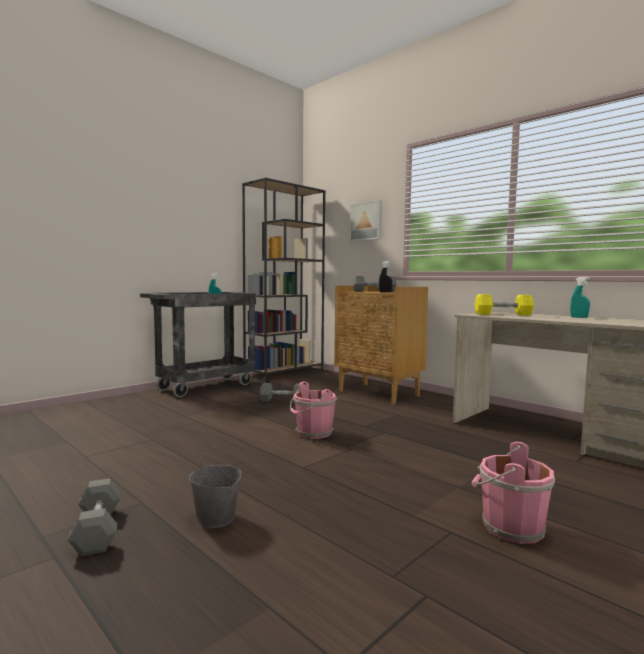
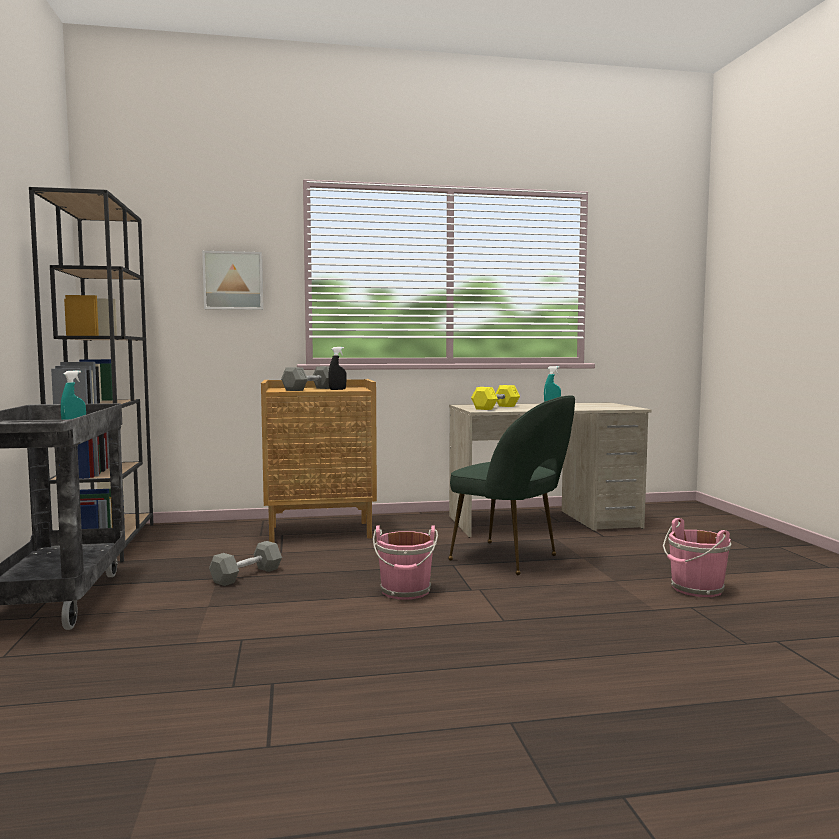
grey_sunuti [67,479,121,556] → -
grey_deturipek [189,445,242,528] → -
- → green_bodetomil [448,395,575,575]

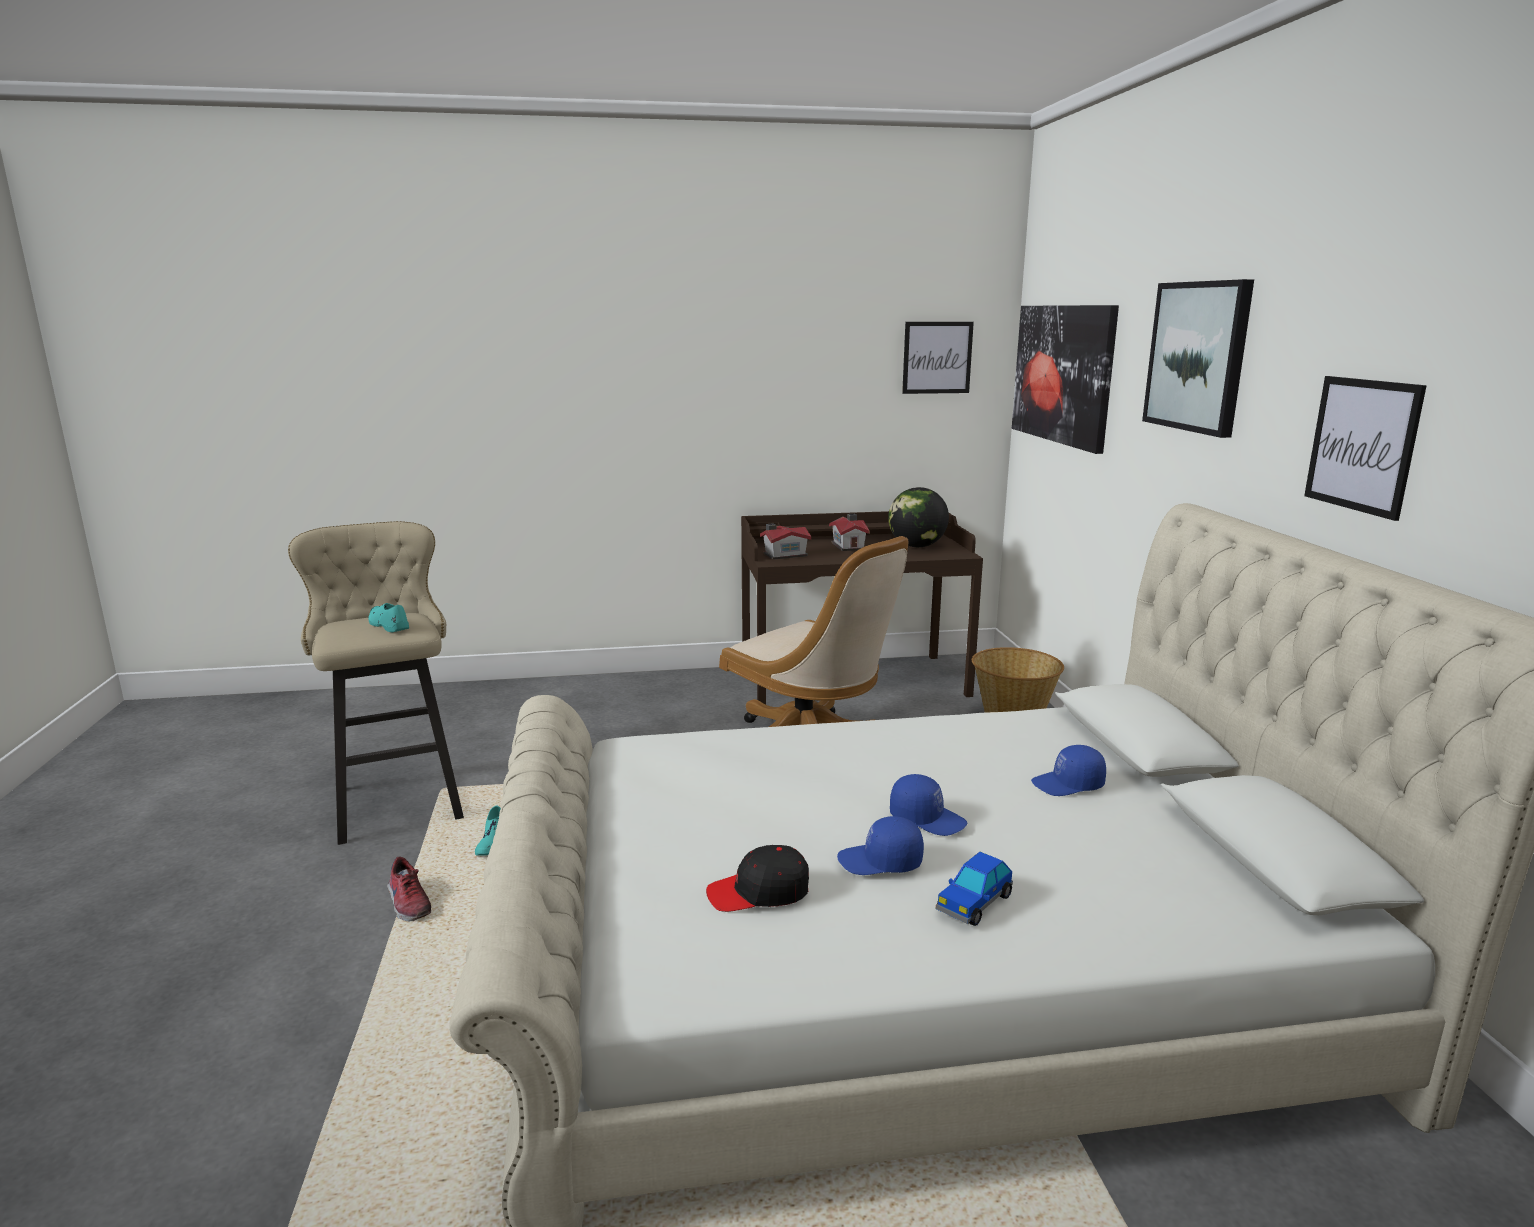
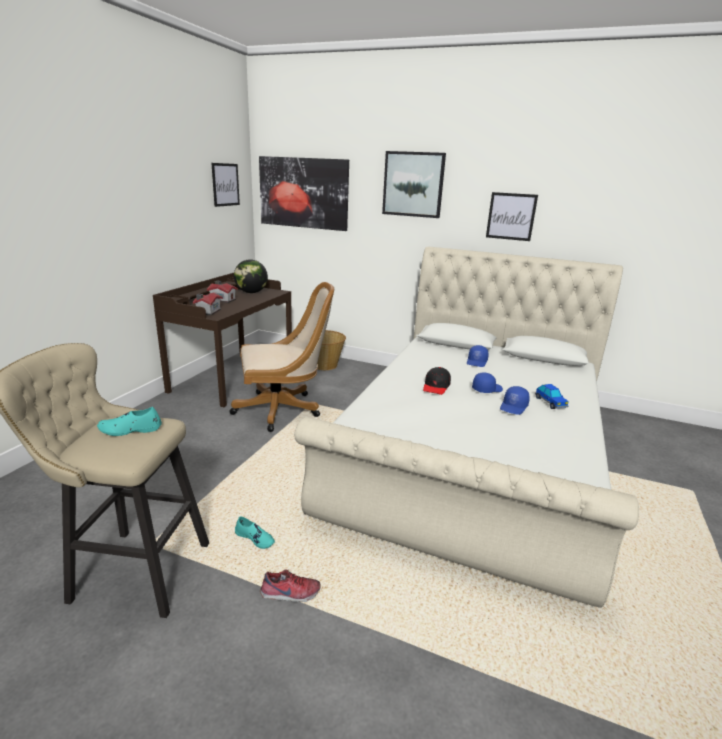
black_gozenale [706,845,809,912] → black_gozenale [423,367,451,395], shifted

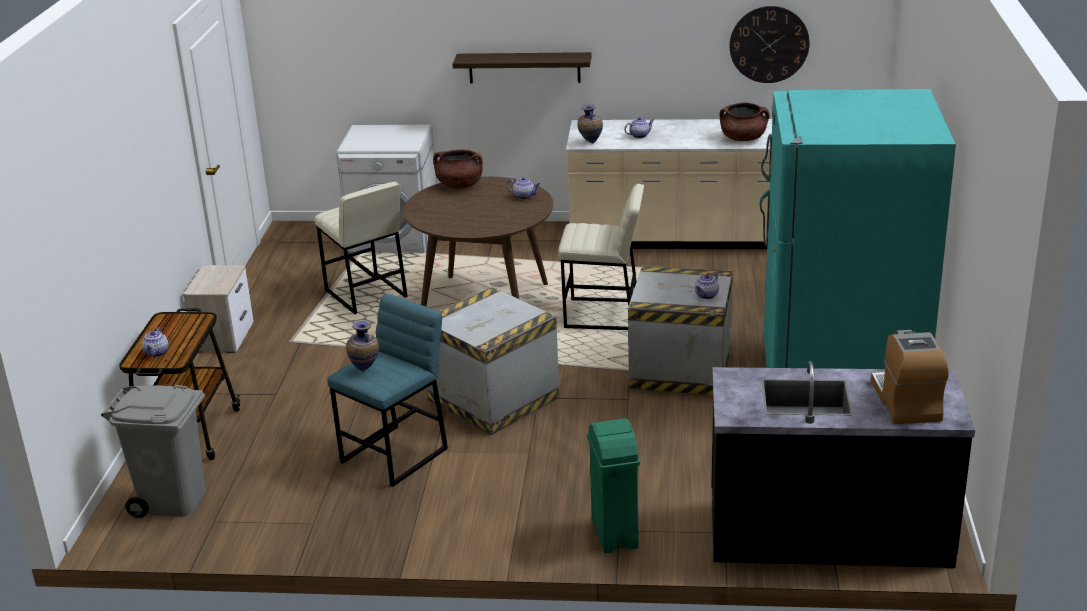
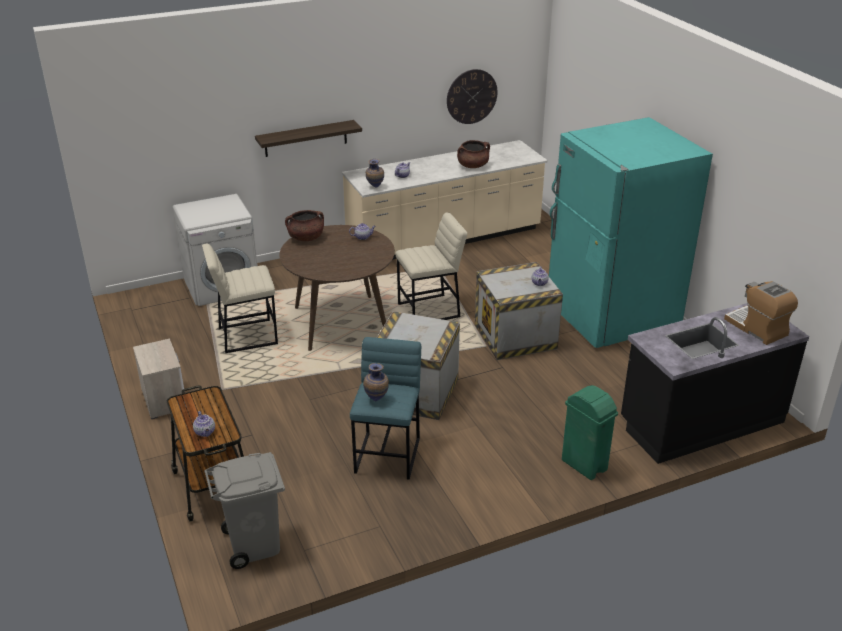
beige_bodetomil [314,182,408,314] → beige_bodetomil [202,243,278,353], 135 degrees clockwise

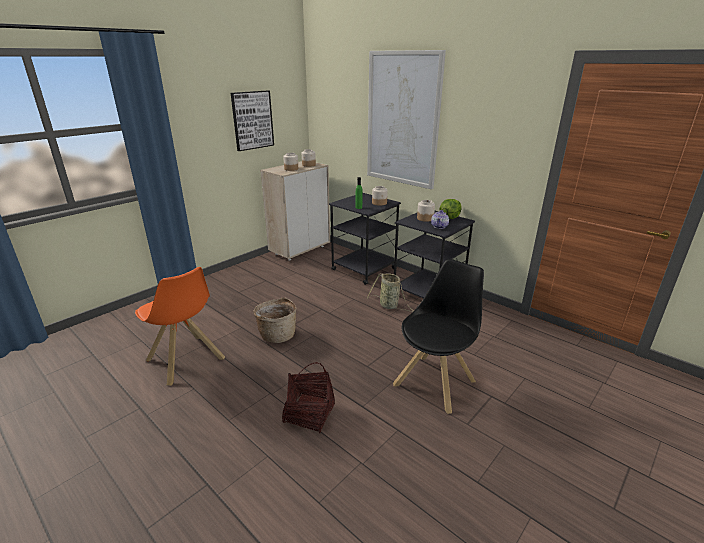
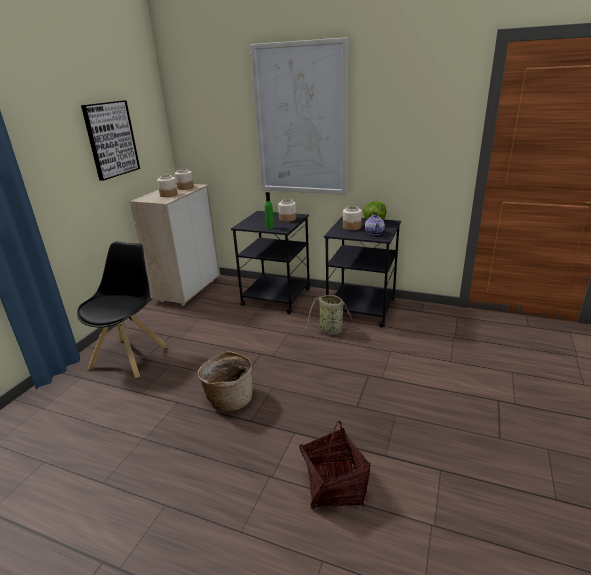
orange_bodetomil [135,267,225,386] → -
black_bodetomil [393,259,484,414] → black_bodetomil [77,242,168,378], shifted

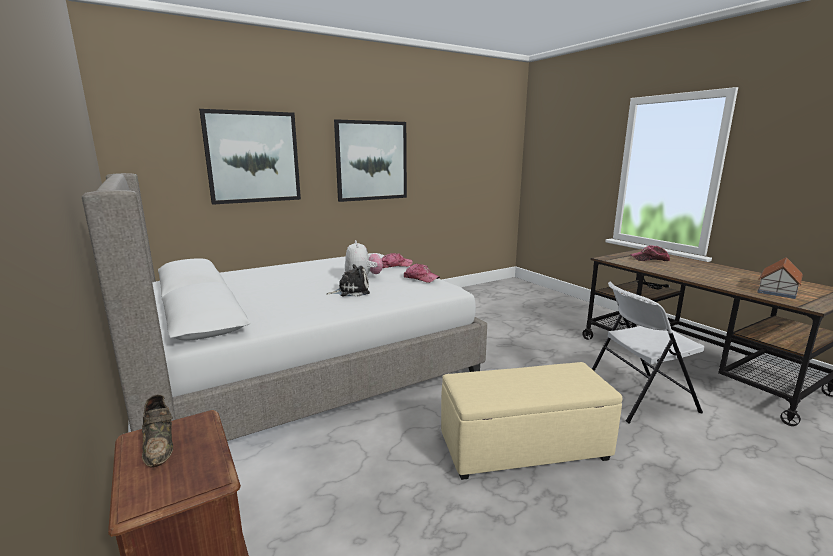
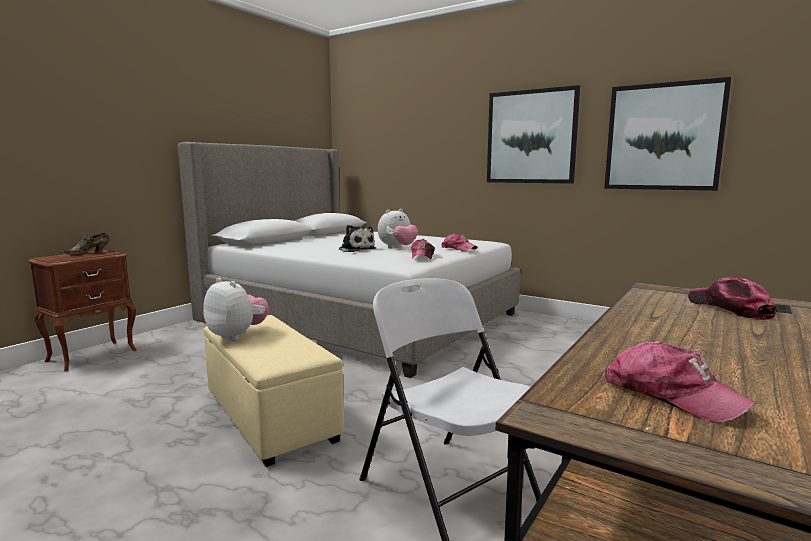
- → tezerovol [203,278,269,341]
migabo [199,109,301,205] → migabo [604,77,731,191], shifted
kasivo [757,257,803,299] → gozenale [605,341,756,423]

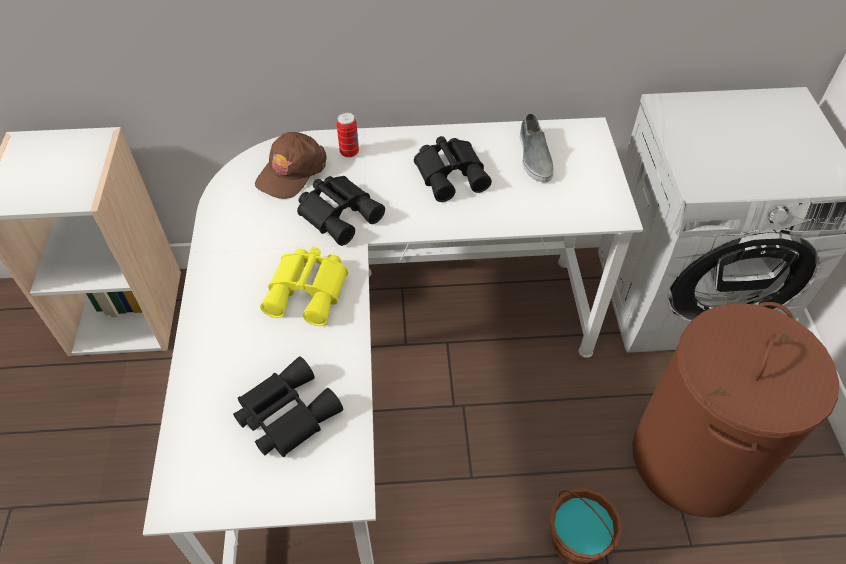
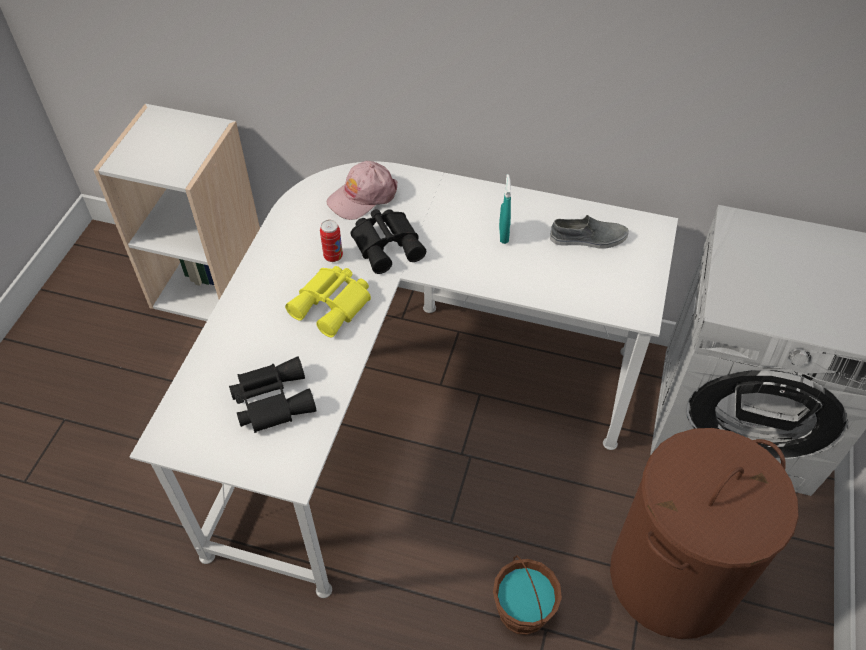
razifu [336,112,359,158] → razifu [320,220,343,262], shifted
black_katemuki [414,136,492,202] → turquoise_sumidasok [499,174,511,244]
brown_gozenale [255,132,327,199] → pink_gozenale [326,161,397,220]
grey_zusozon [520,113,554,182] → grey_zusozon [550,215,629,249], 105 degrees counterclockwise

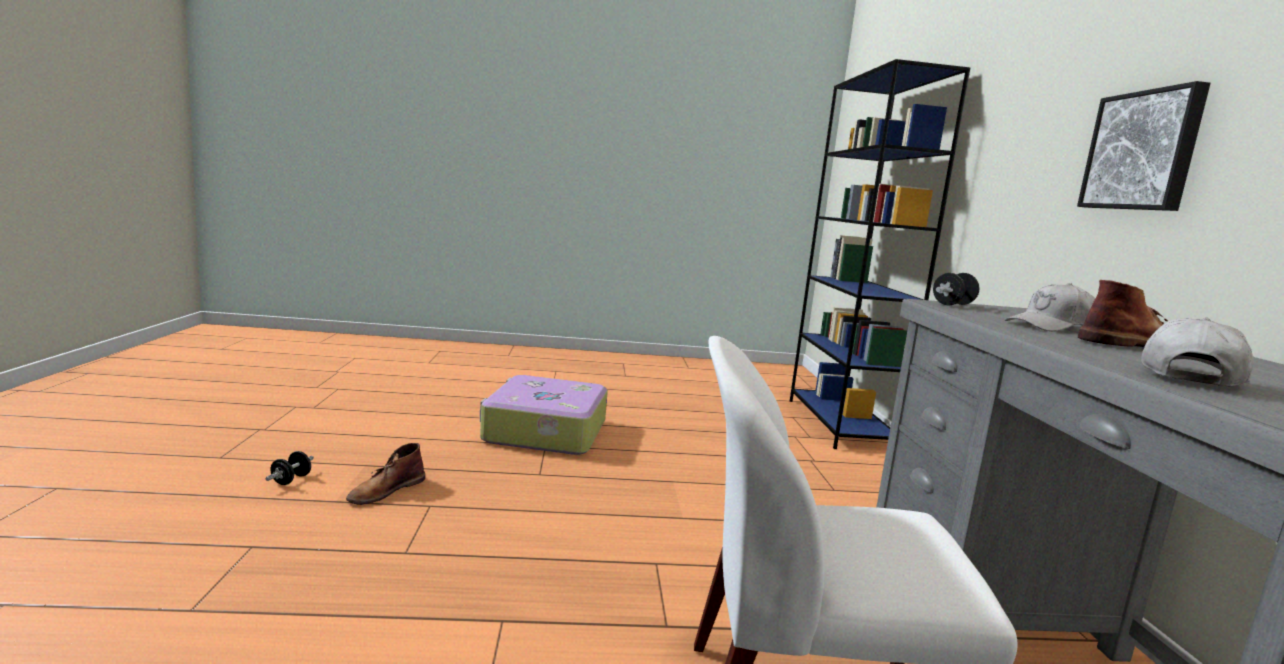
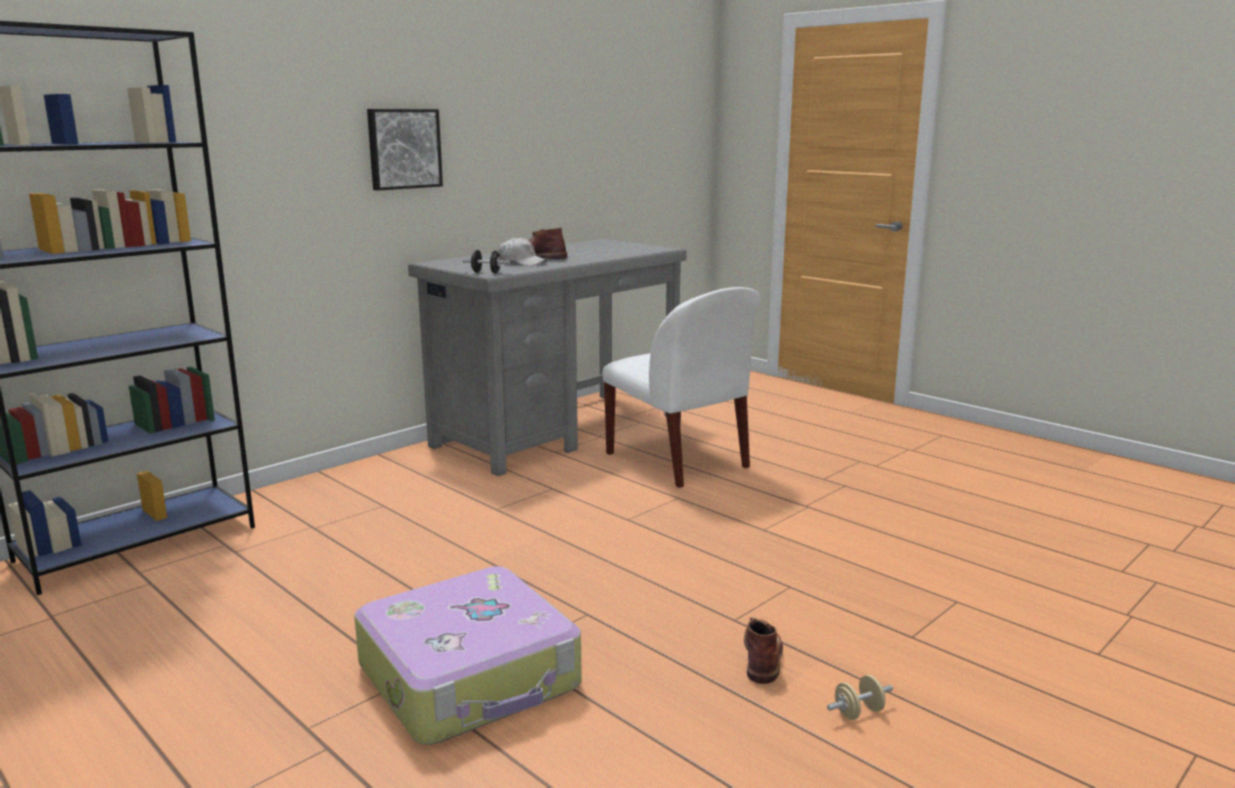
white_gozenale [1141,318,1254,386] → -
black_sunuti [266,451,314,485] → beige_sunuti [827,675,893,720]
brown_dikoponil [346,443,425,505] → brown_dikoponil [744,617,783,684], 75 degrees counterclockwise

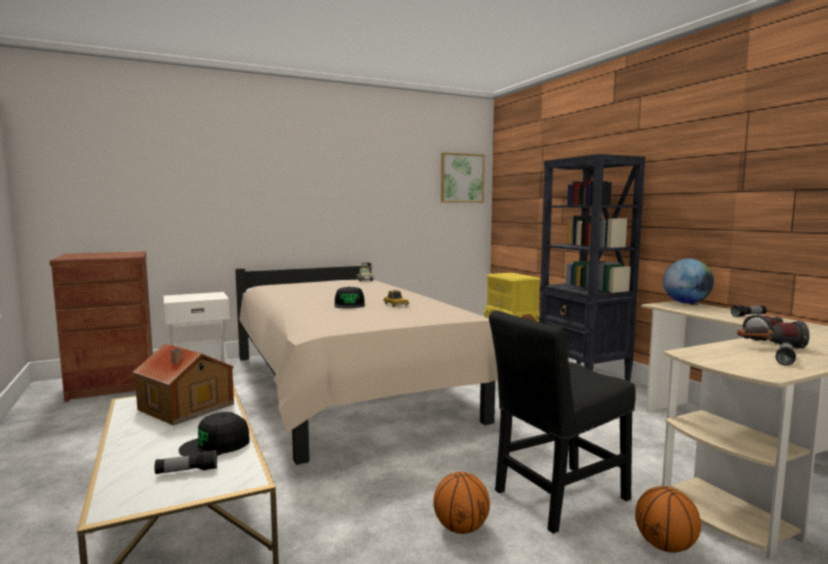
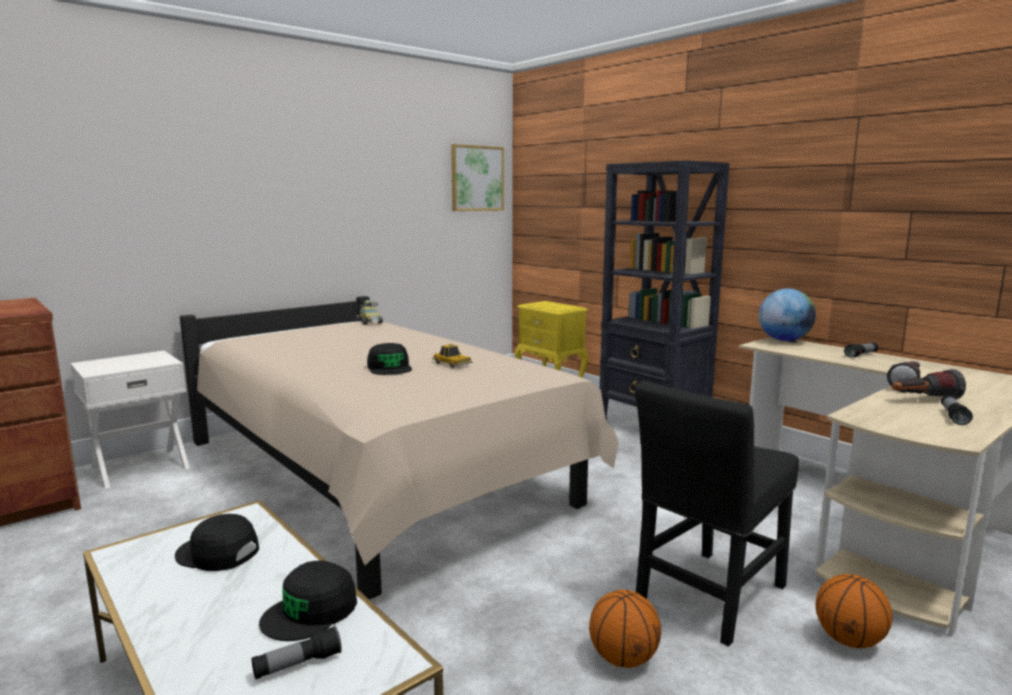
kasivo [133,344,234,426] → black_gozenale [175,514,259,571]

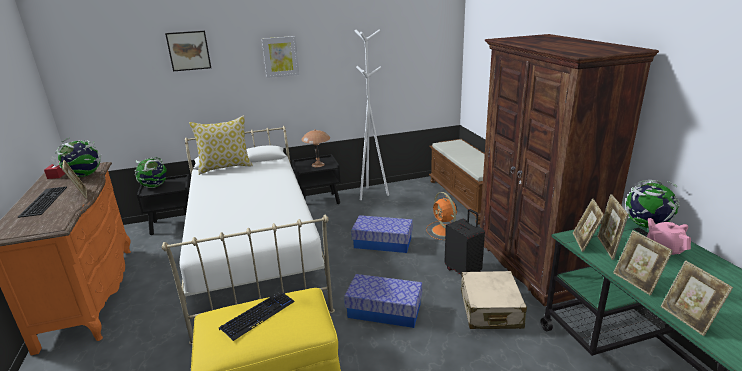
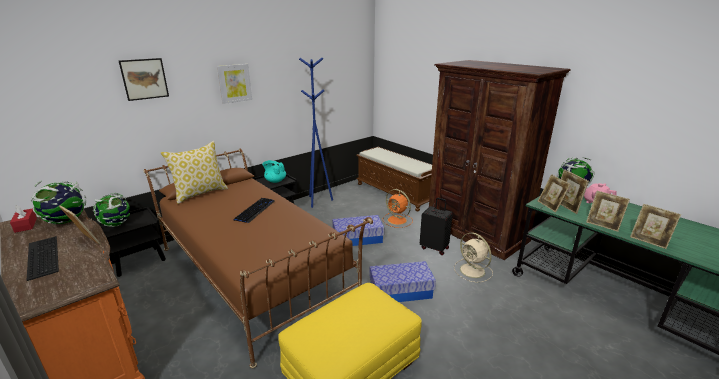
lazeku [219,291,295,341] → lazeku [234,198,275,223], shifted
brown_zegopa [301,129,330,167] → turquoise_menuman [262,160,286,183]
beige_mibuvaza [461,271,527,329] → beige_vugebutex [454,232,493,283]
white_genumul [162,126,335,345] → brown_genumul [144,148,373,368]
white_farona [355,29,389,200] → blue_farona [299,58,333,208]

